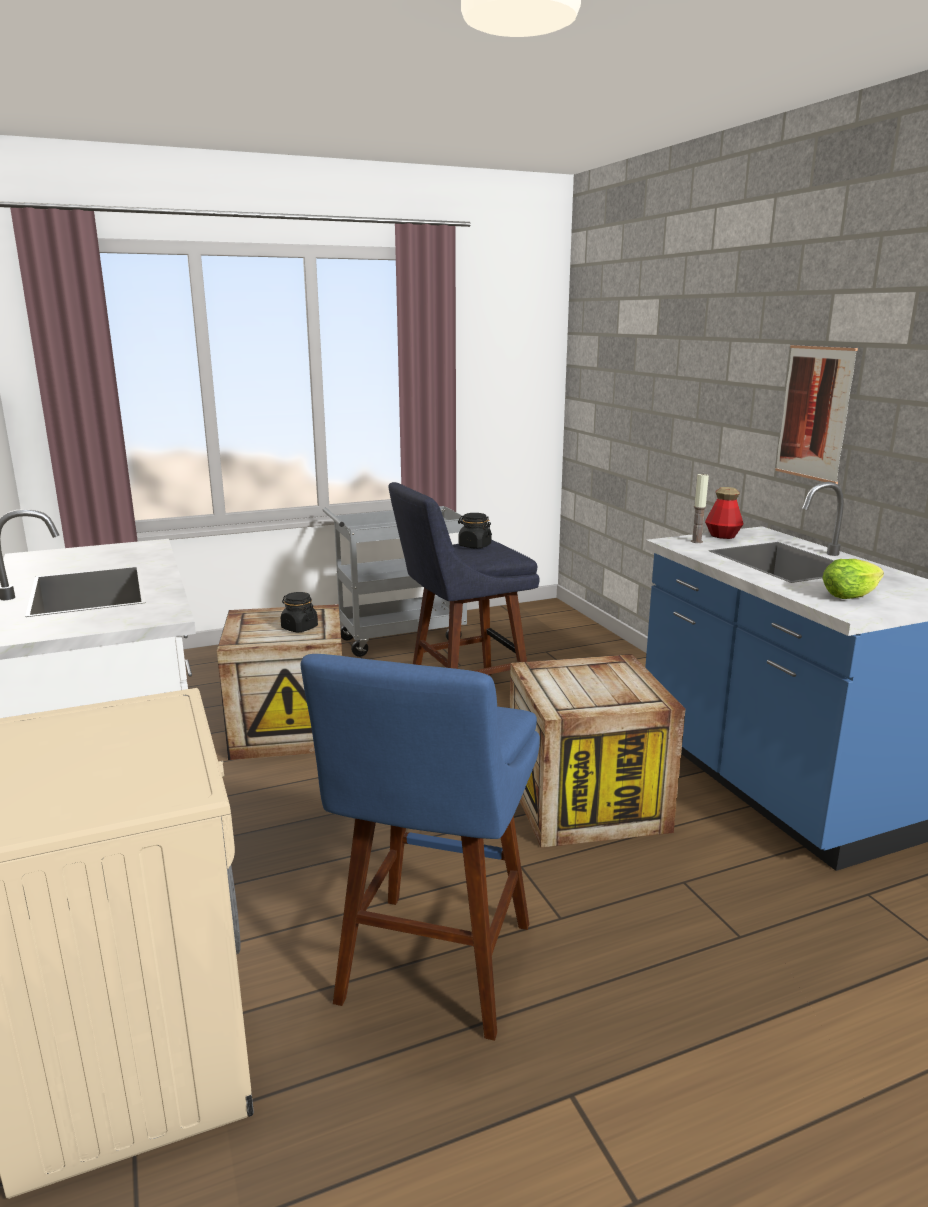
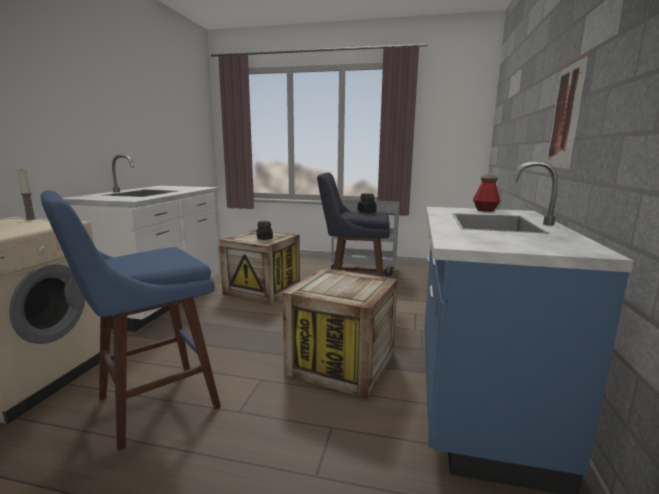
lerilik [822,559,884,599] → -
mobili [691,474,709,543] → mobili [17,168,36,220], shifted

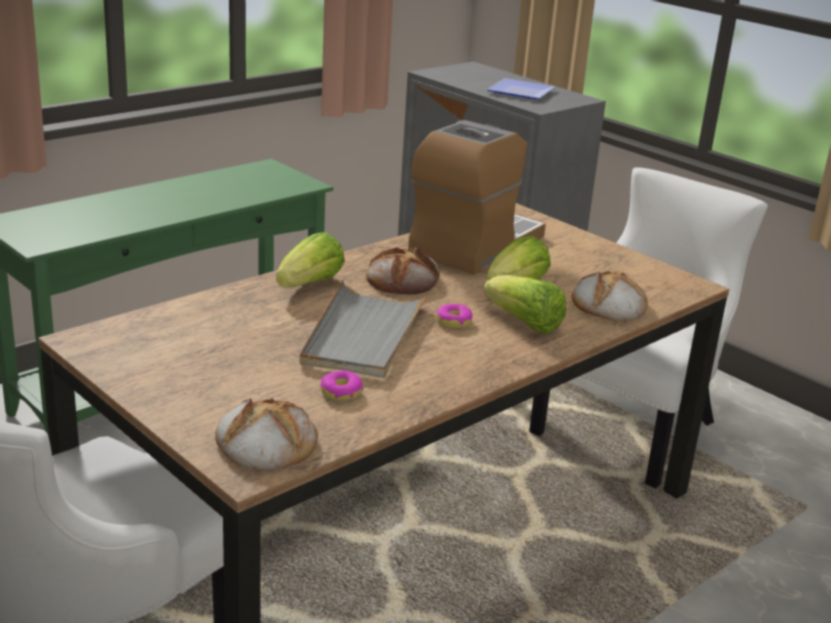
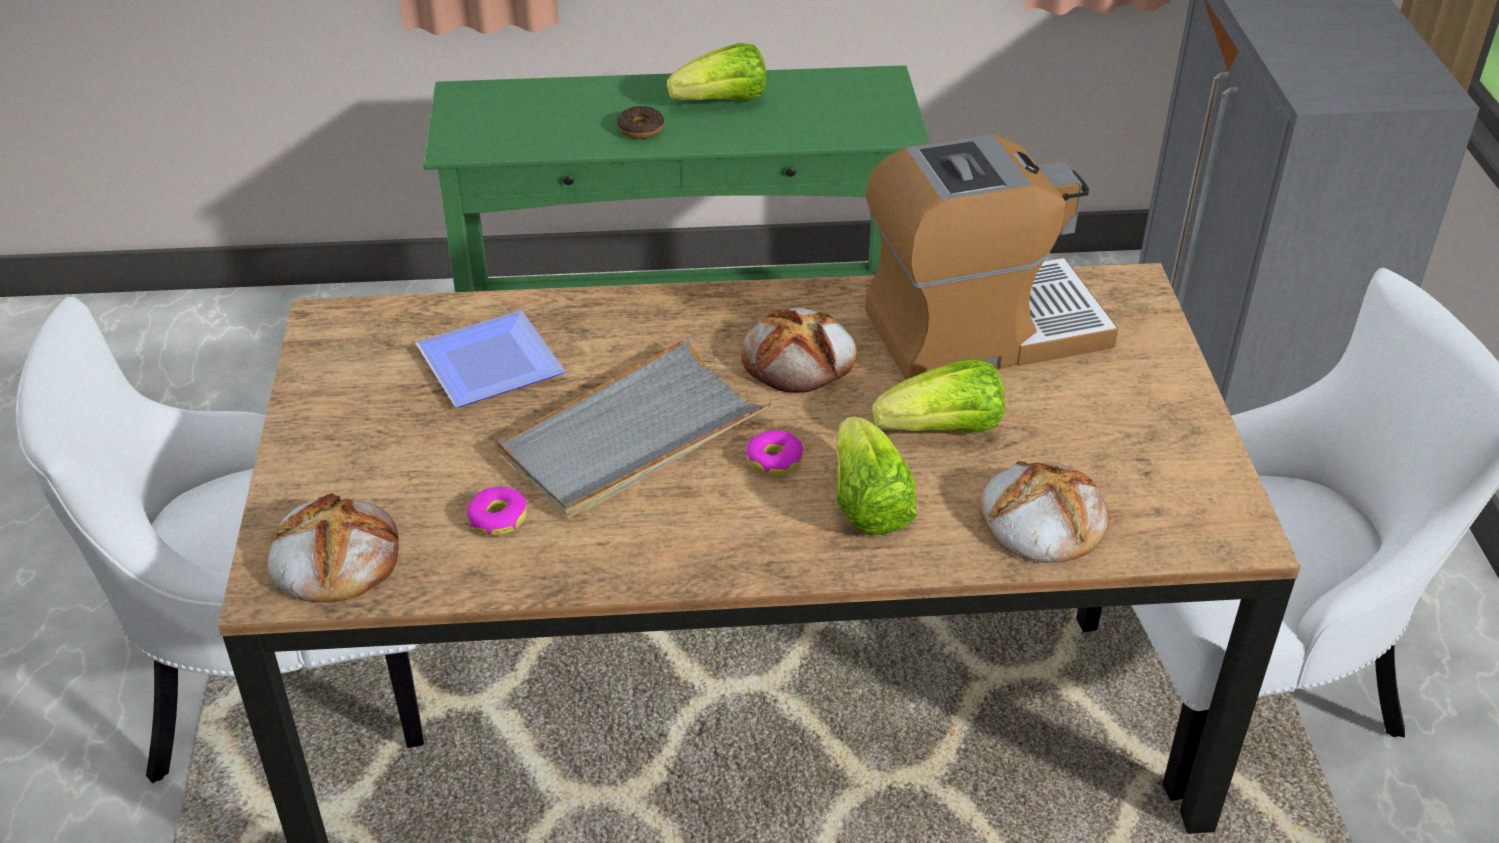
- → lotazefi [617,105,664,139]
lerilik [276,232,345,288] → lerilik [667,43,766,101], shifted
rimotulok [486,78,555,99] → rimotulok [416,310,565,407], shifted

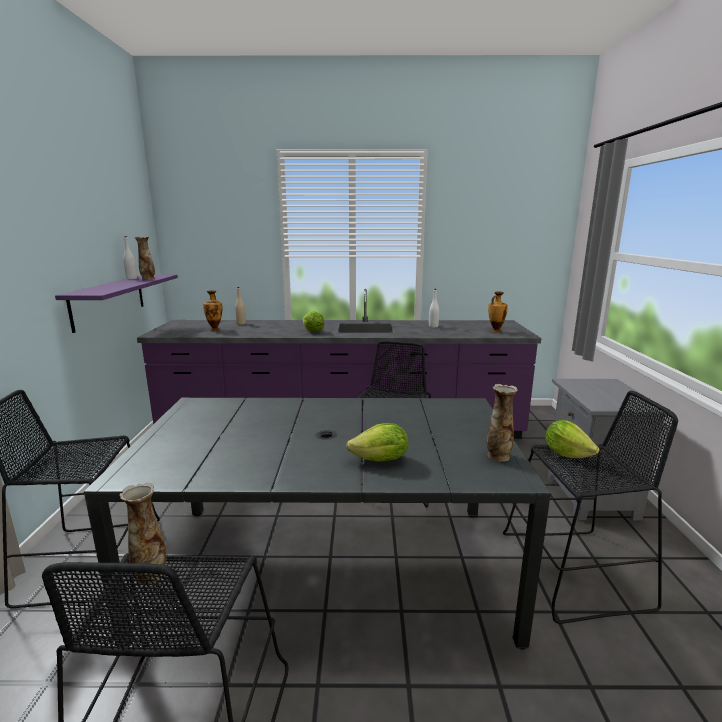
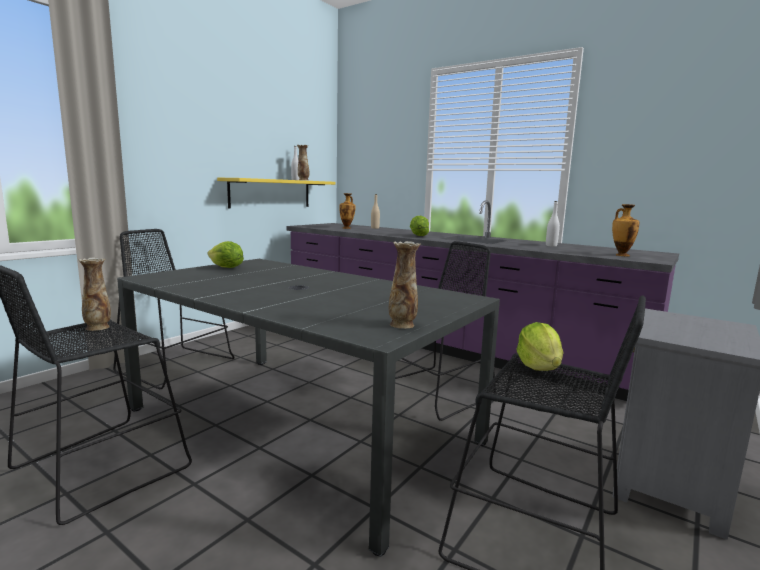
lerilik [346,423,409,462] → lerilik [208,241,244,268], shifted
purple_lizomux [55,275,178,333] → yellow_lizomux [217,178,335,209]

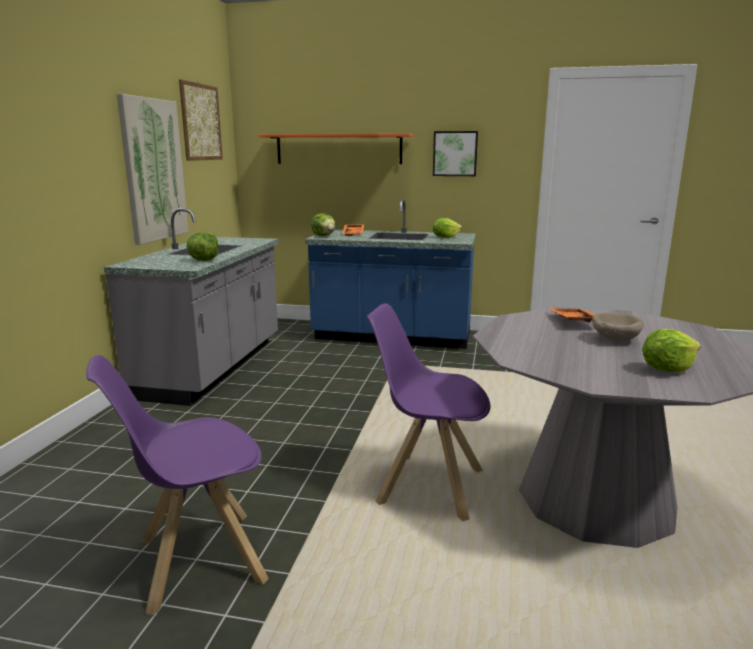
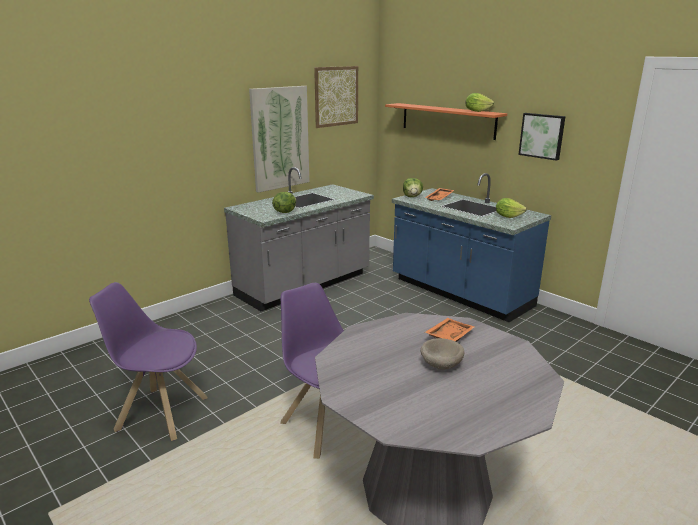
lerilik [642,329,701,372] → lerilik [465,93,494,112], shifted

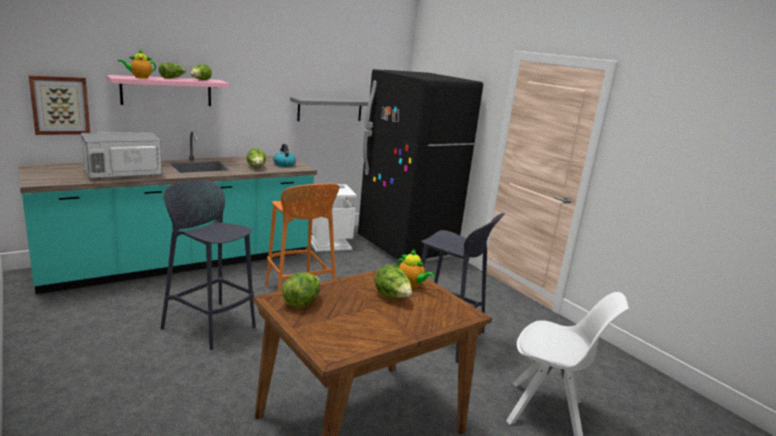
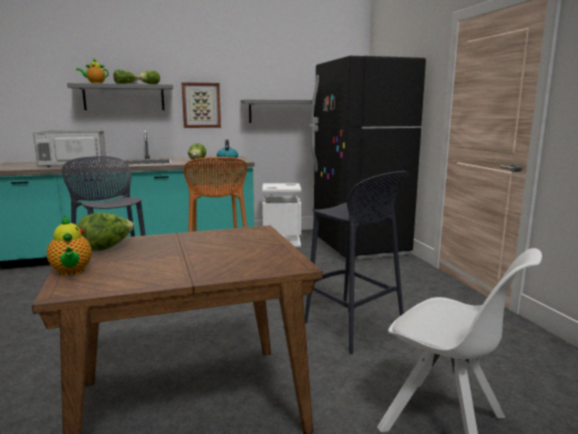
lerilik [375,265,412,298] → -
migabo [29,75,90,135] → migabo [182,82,221,128], shifted
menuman [397,249,435,289] → menuman [47,216,92,276], shifted
pink_lizomux [107,75,229,106] → grey_lizomux [67,83,173,110]

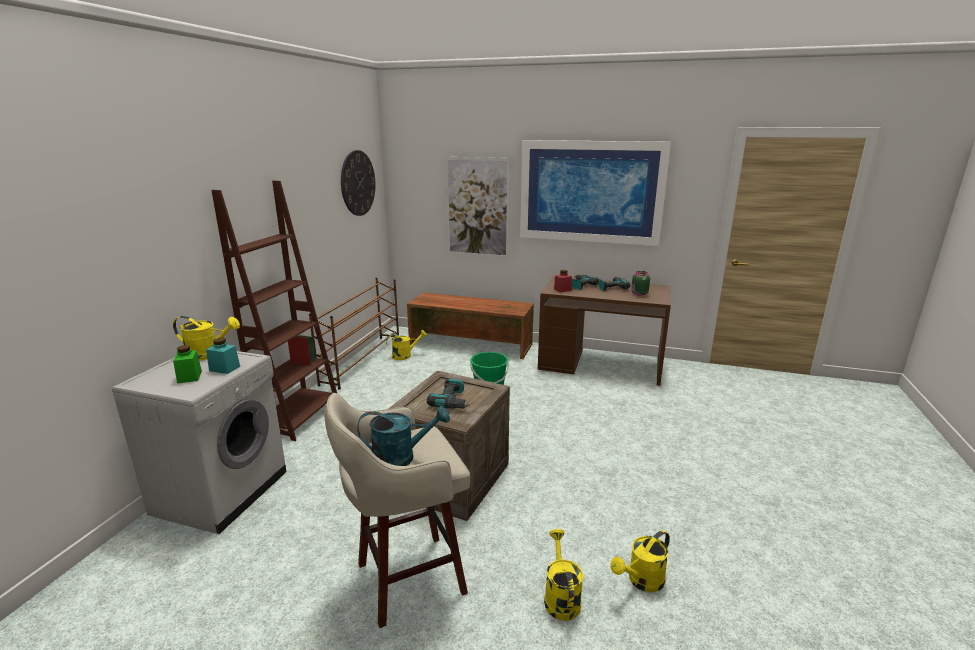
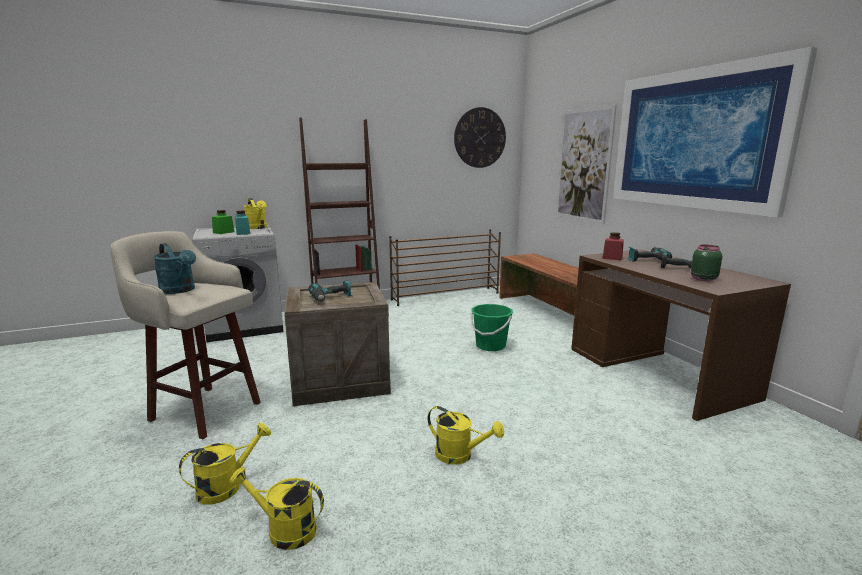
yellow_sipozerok [386,330,427,360] → yellow_sipozerok [427,406,504,465], shifted

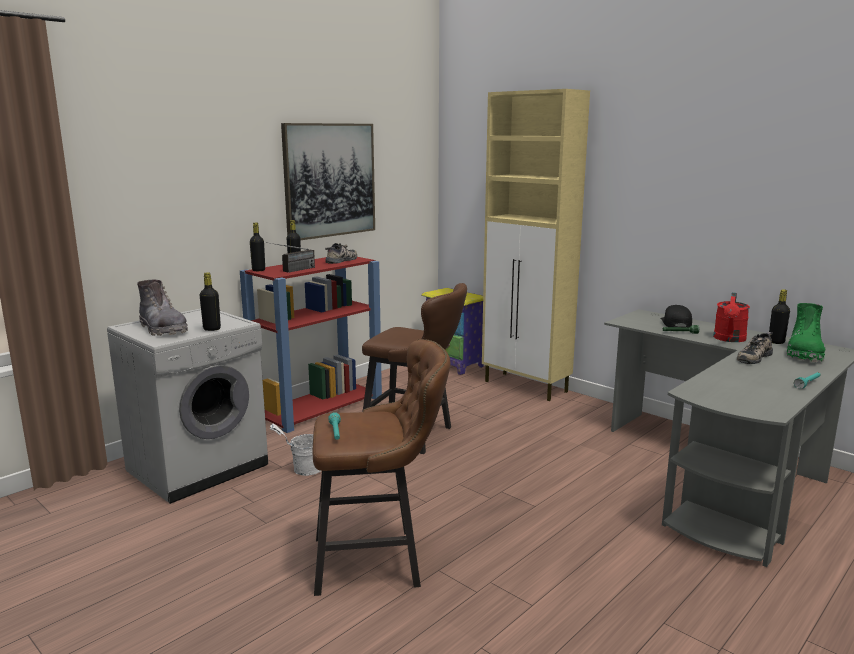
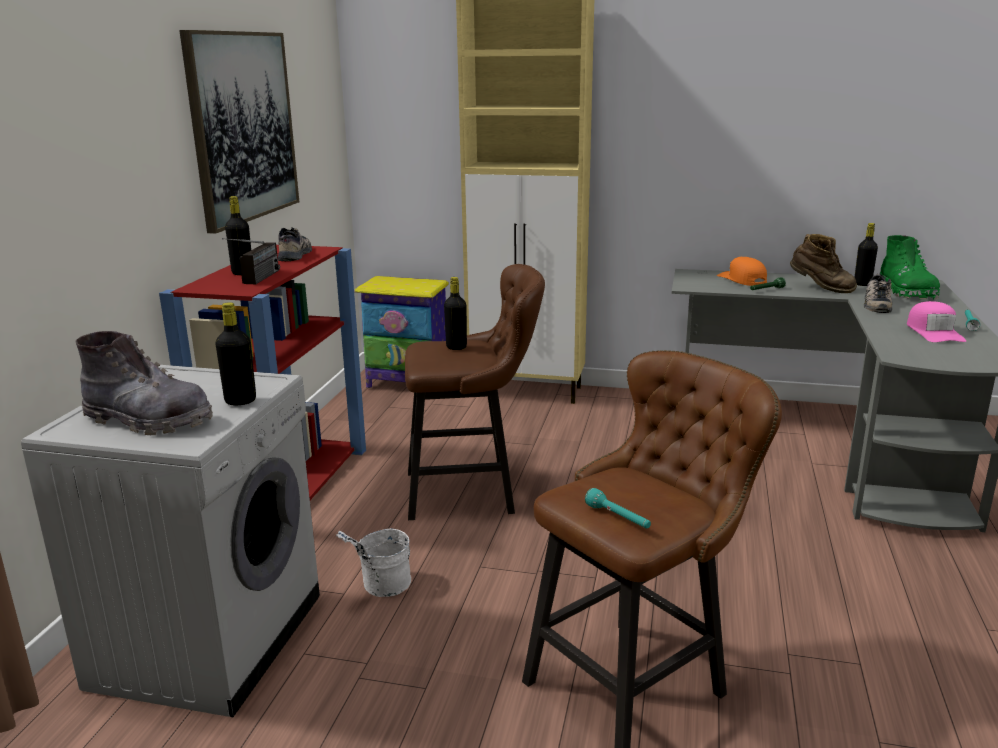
- → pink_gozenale [907,301,966,342]
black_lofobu [250,223,265,271] → black_lofobu [444,277,467,350], shifted
red_sipozerok [713,293,750,342] → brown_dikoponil [790,234,857,293]
black_gozenale [660,305,692,327] → orange_gozenale [717,257,767,286]

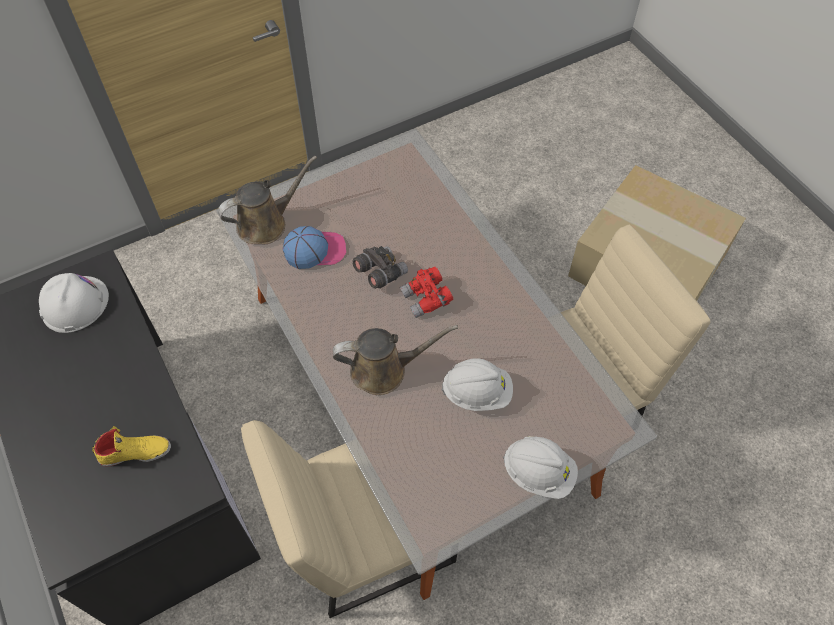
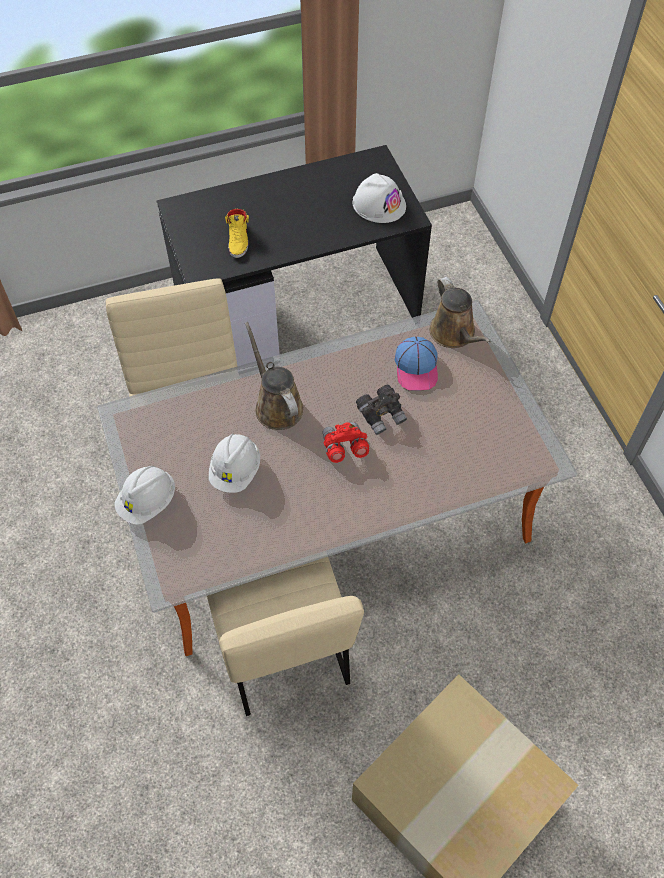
brown_sipozerok [333,325,458,395] → brown_sipozerok [245,322,303,430], 150 degrees clockwise

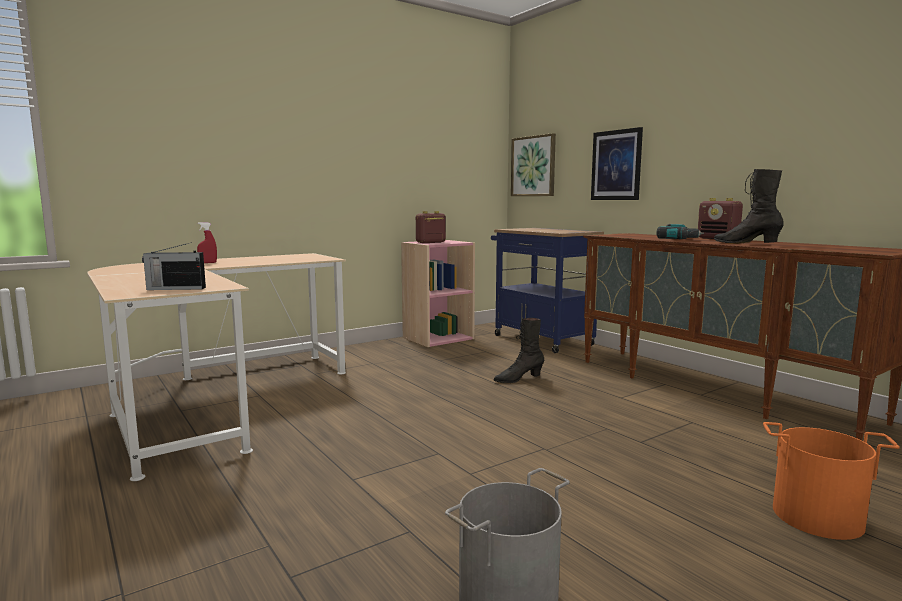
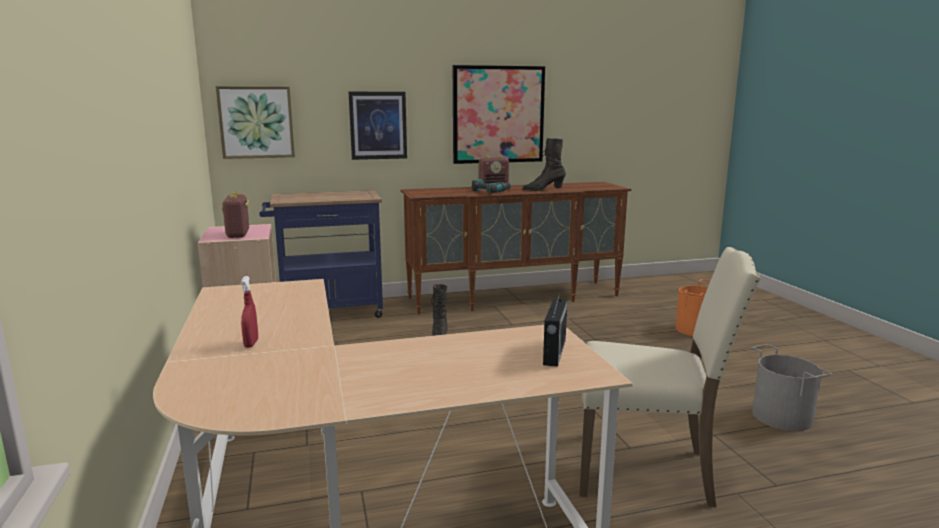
- → migabo [453,65,545,164]
- → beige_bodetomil [579,247,761,507]

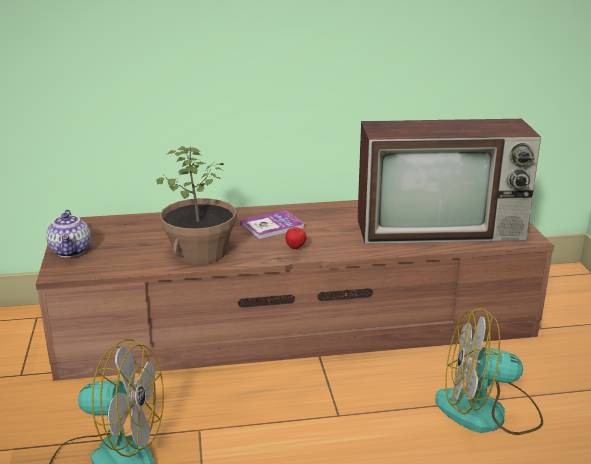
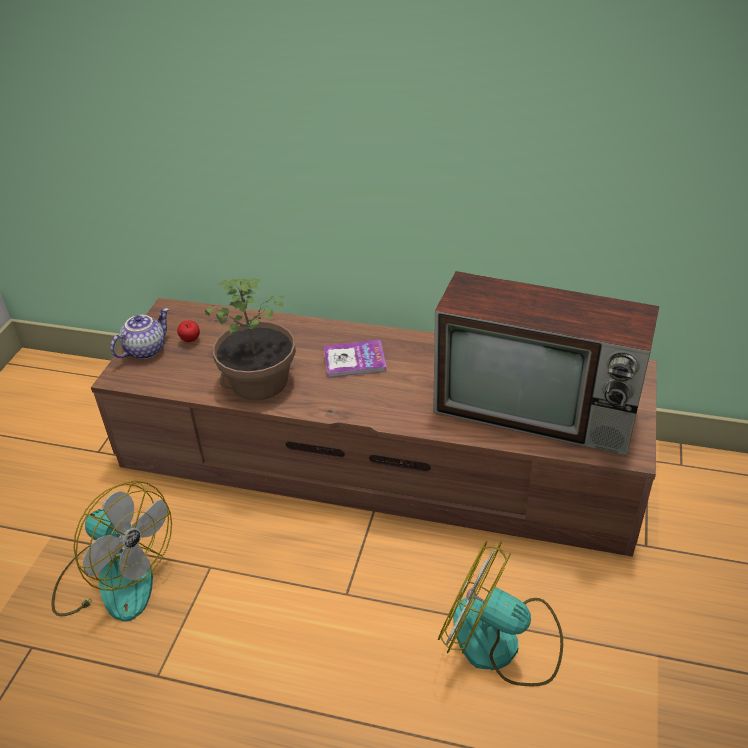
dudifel [285,227,307,249] → dudifel [177,320,200,342], shifted
menuman [46,210,91,258] → menuman [110,308,169,359], 150 degrees counterclockwise

